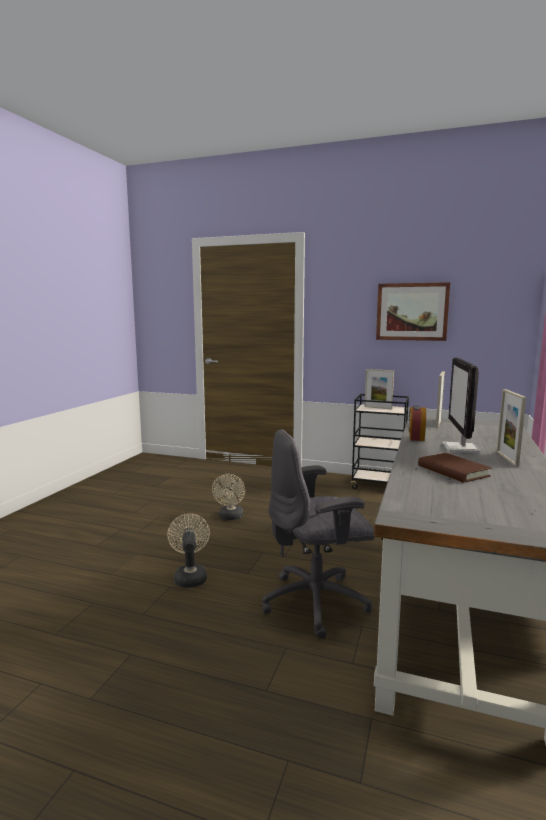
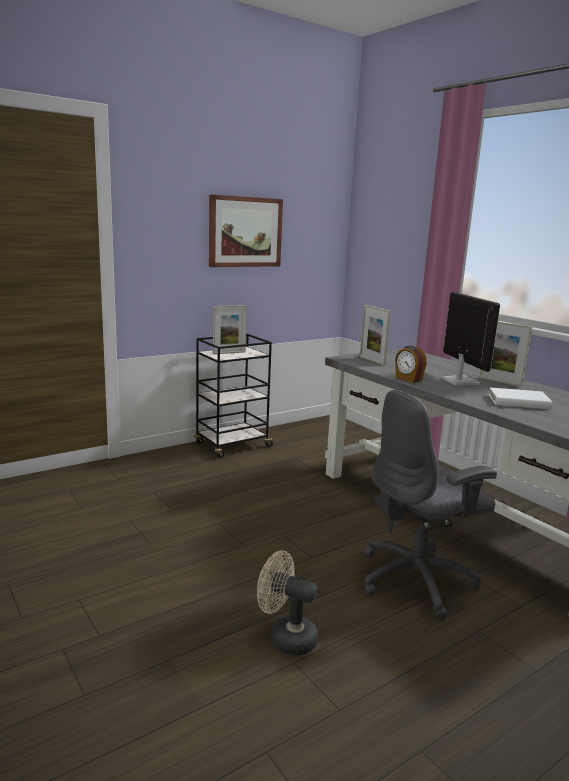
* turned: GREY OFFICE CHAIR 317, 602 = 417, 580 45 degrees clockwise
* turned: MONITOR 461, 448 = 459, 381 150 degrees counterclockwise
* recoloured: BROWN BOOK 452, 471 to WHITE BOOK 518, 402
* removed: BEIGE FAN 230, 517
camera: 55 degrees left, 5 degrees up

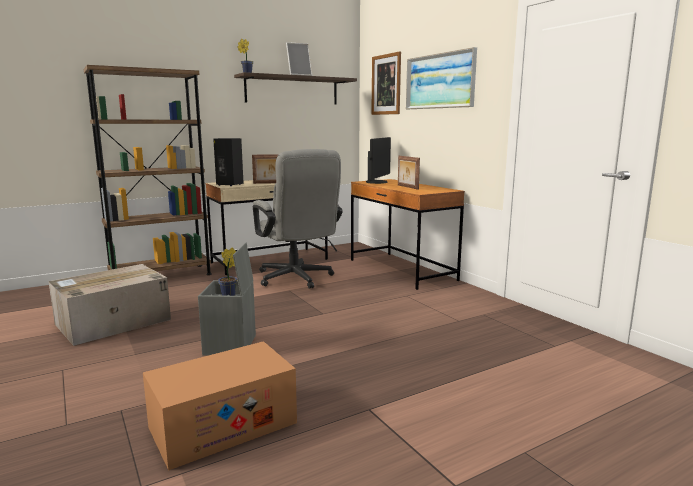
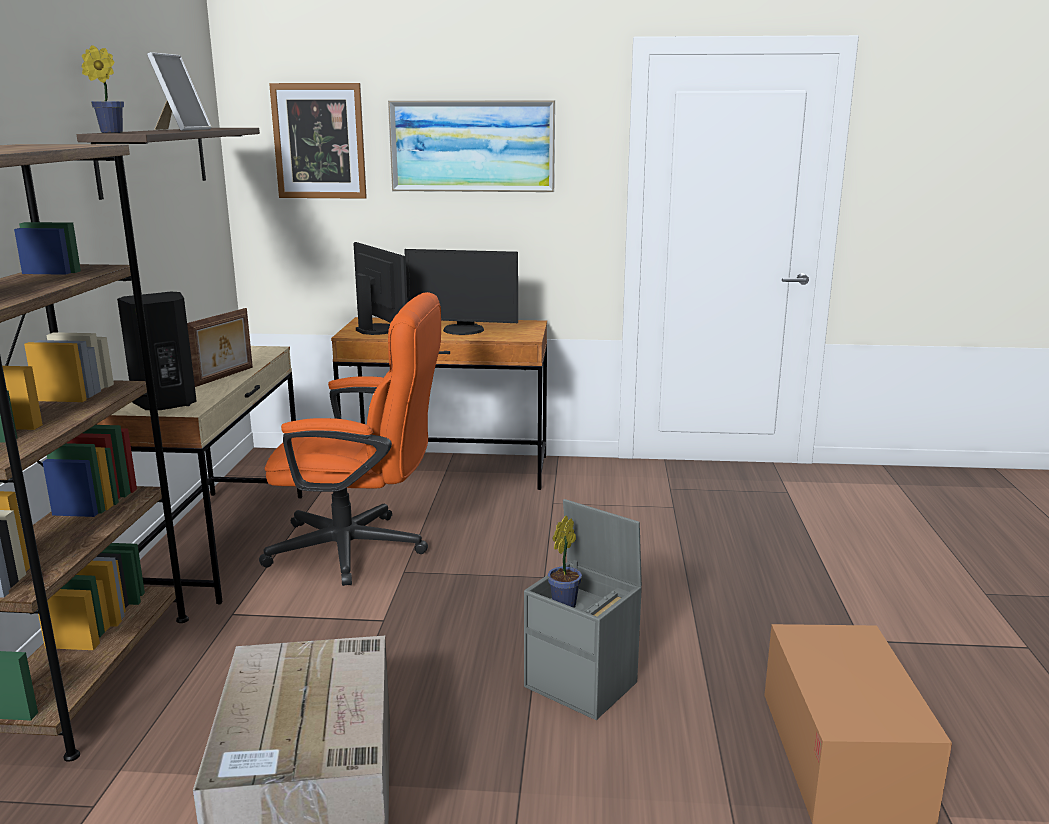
* recoloured: GREY OFFICE CHAIR 297, 279 to ORANGE OFFICE CHAIR 361, 549
* replaced: PICTURE FRAME 407, 187 to MONITOR 463, 330
camera: 55 degrees left, 5 degrees up

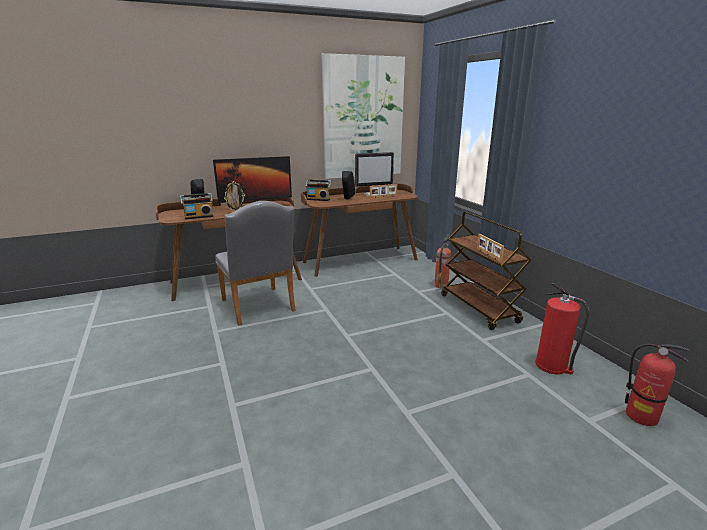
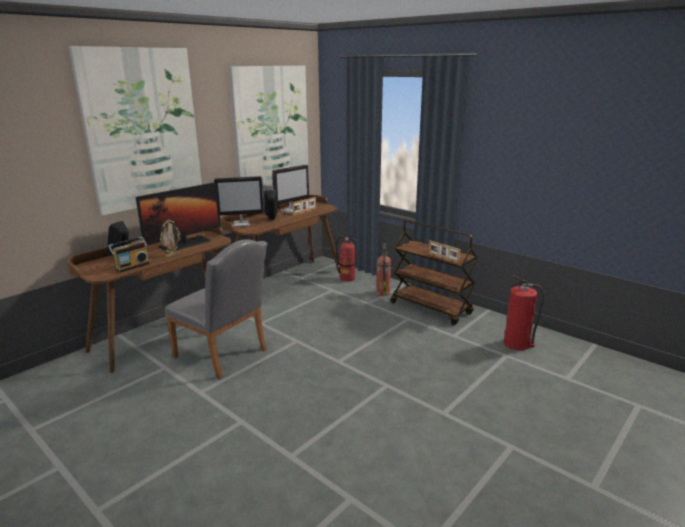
* added: PICTURE 143, 129
* replaced: RADIO 318, 199 to MONITOR 241, 224
* moved: FIRE EXTINGUISHER 641, 416 to 347, 278
camera: 25 degrees left, 0 degrees up

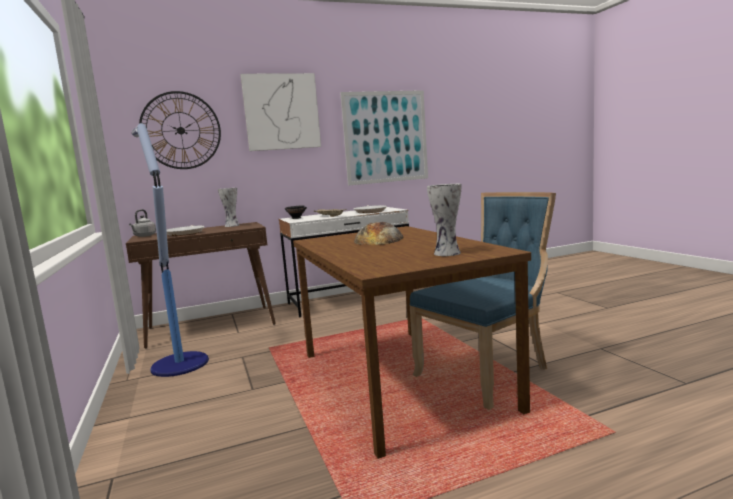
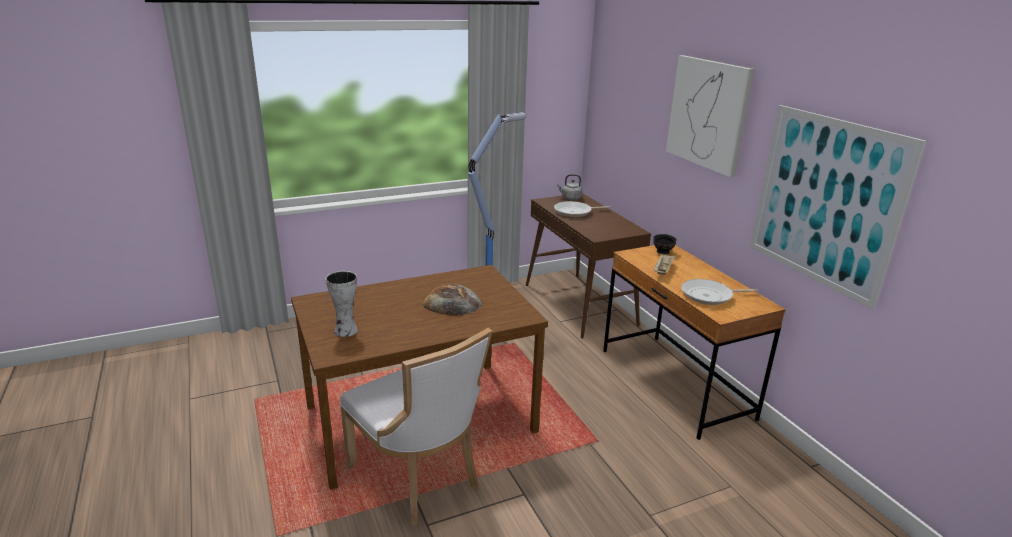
* recoloured: BLUE CHAIR 487, 372 to WHITE CHAIR 418, 477
* recoloured: WHITE DESK 350, 300 to BROWN DESK 674, 383
* removed: WALL CLOCK 181, 130
* removed: VASE 232, 226
camera: 85 degrees right, 15 degrees up

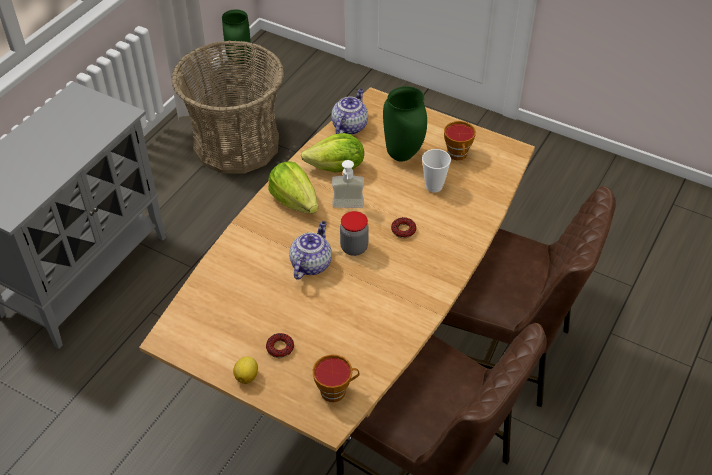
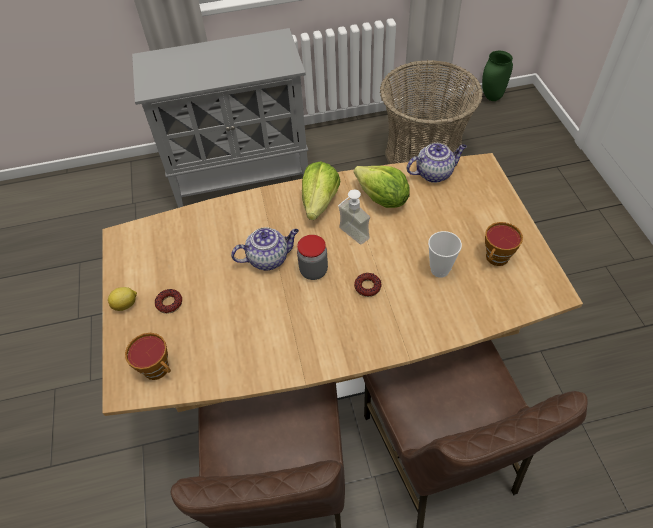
* removed: GREEN VASE 402, 155
camera: 50 degrees right, 5 degrees up

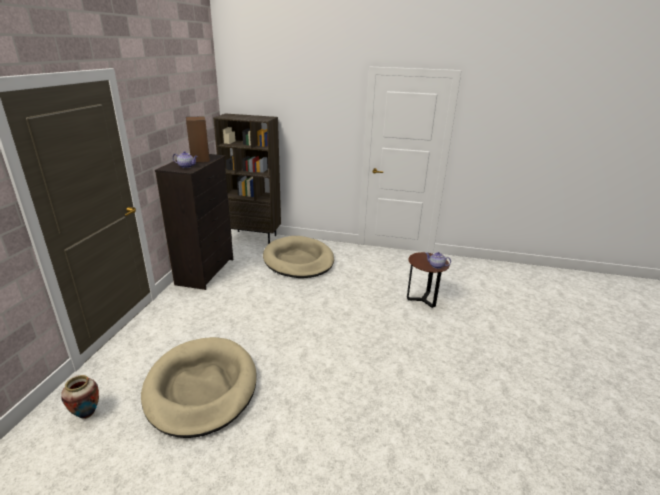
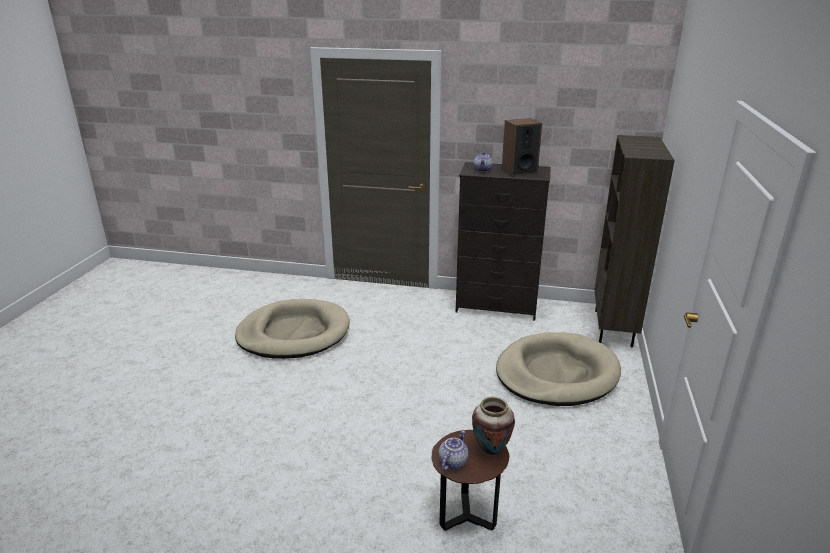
* moved: VASE 87, 414 to 490, 451
camera: 90 degrees right, 0 degrees up

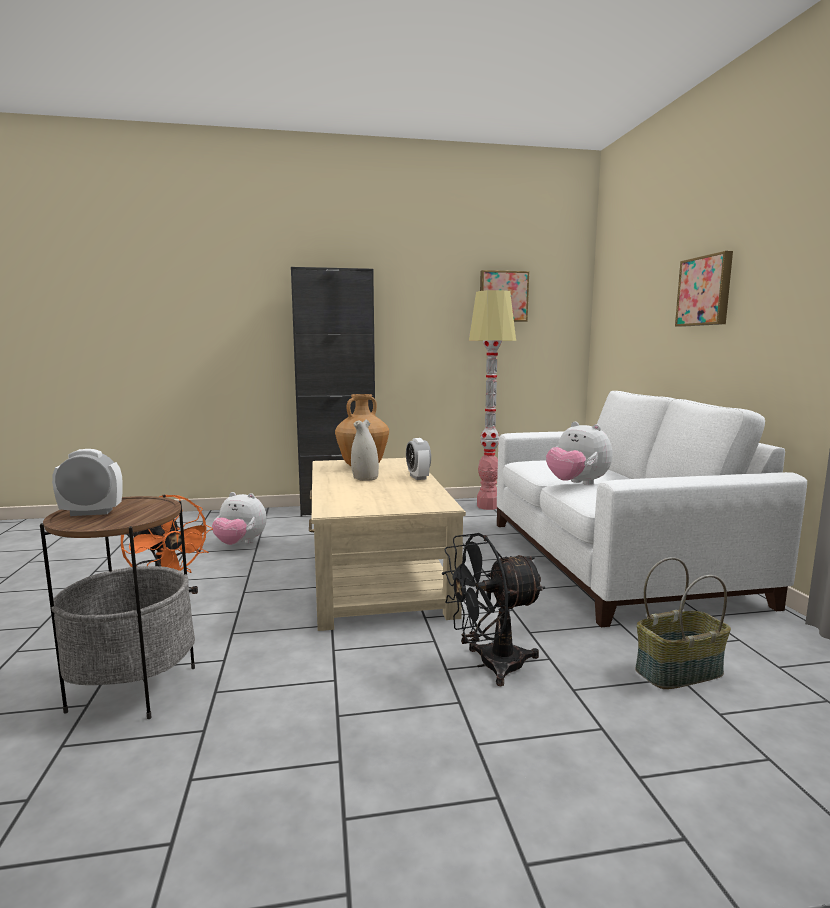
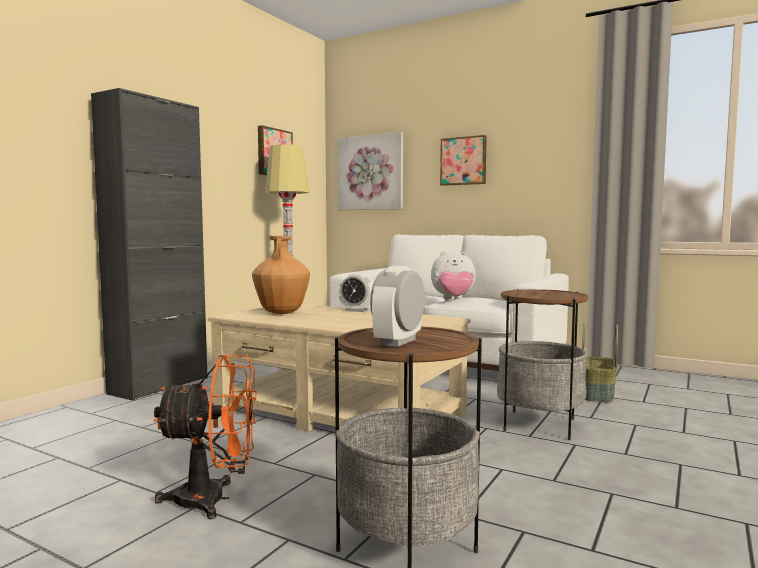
* added: PICTURE 371, 173
* replaced: BLACK FAN 490, 665 to SIDE TABLE 539, 425
* removed: PLUSH TOY 240, 544
* removed: WHITE VASE 365, 478
camera: 50 degrees left, 5 degrees down

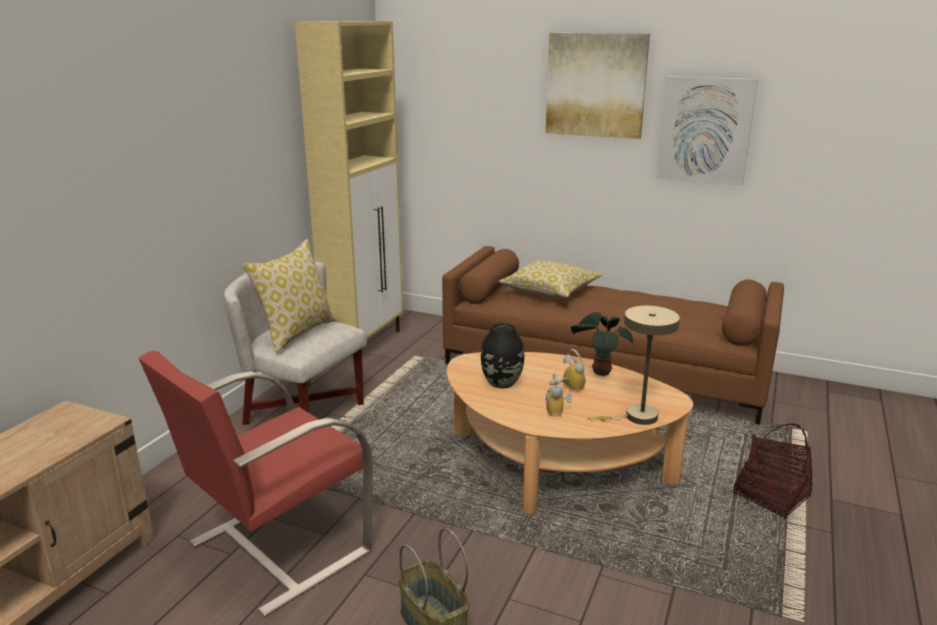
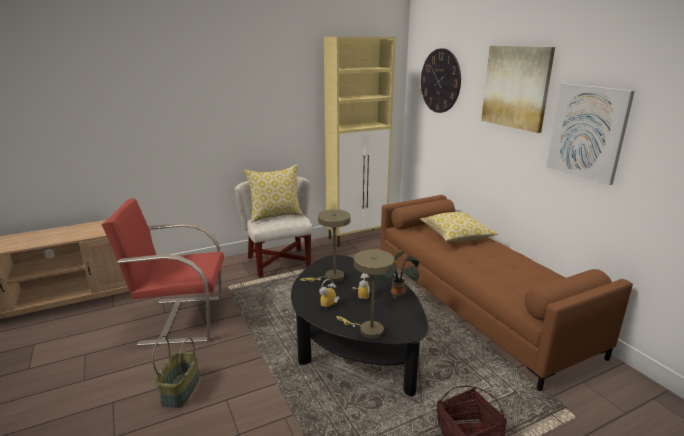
* recoloured: BEIGE COFFEE TABLE 554, 466 to BLACK COFFEE TABLE 354, 346
* replaced: BLACK VASE 502, 383 to BEIGE TABLE LAMP 330, 278
* added: WALL CLOCK 440, 81
camera: 40 degrees right, 0 degrees up

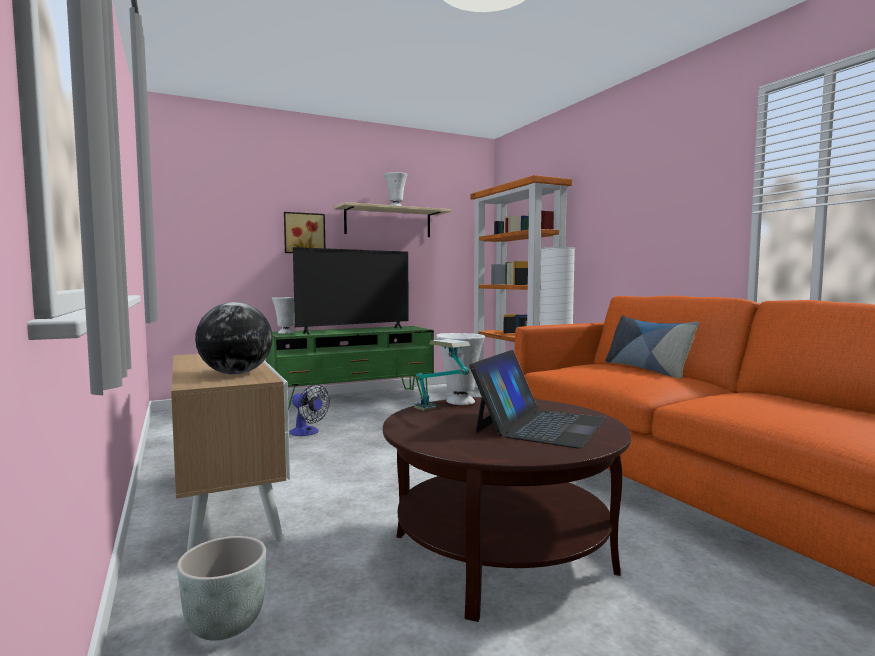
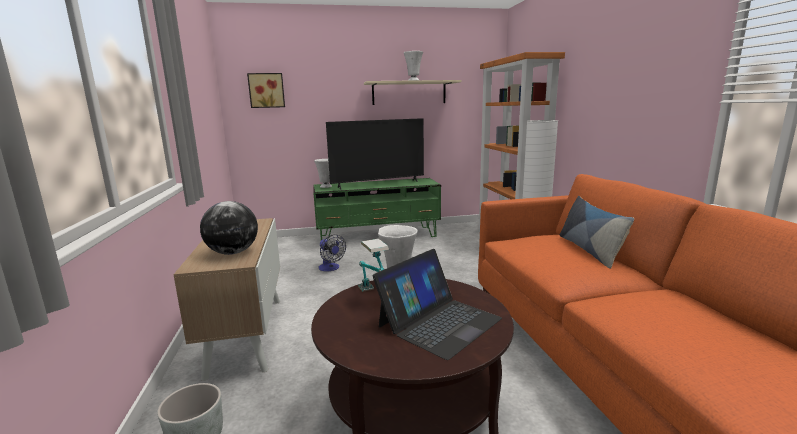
* moved: PICTURE 304, 233 to 266, 90
camera: 15 degrees right, 10 degrees up

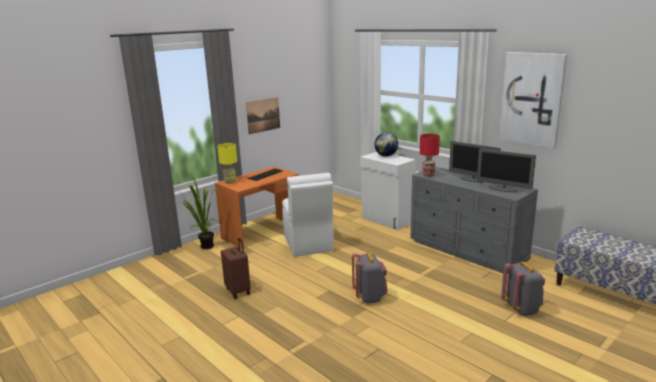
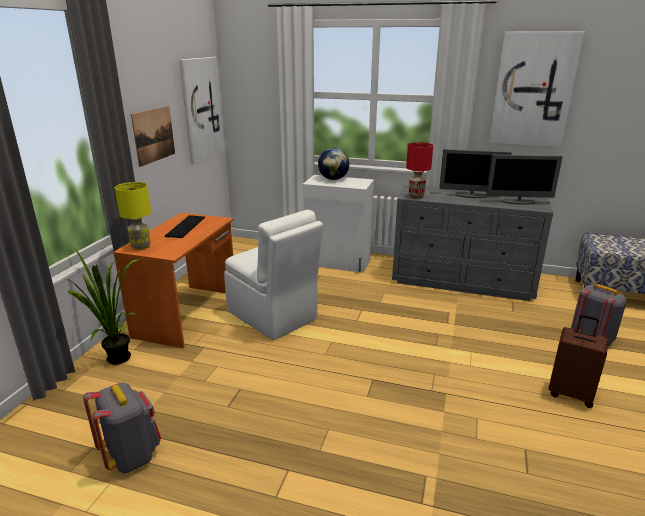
* moved: GREY BACKPACK 369, 297 to 131, 455
* added: PICTURE 201, 109
* moved: BROWN SUITCASE 238, 291 to 570, 394
camera: 30 degrees left, 5 degrees up

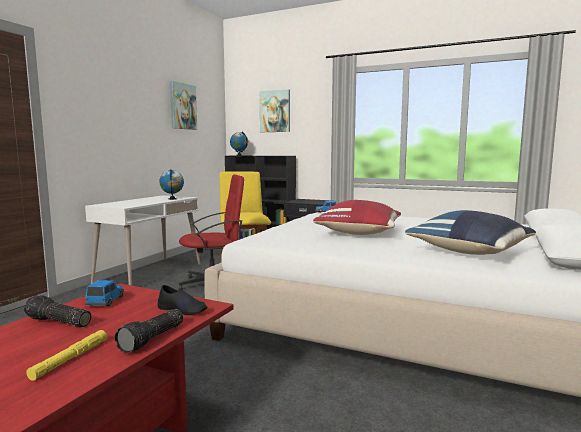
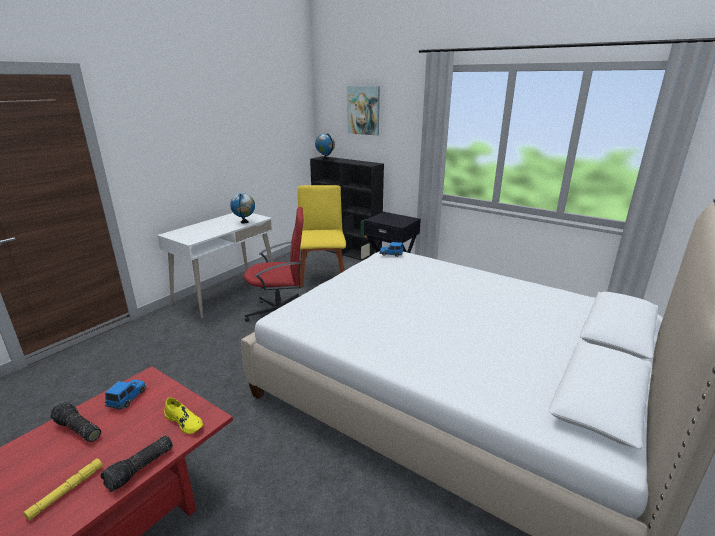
* recoloured: BLACK SHOE 183, 310 to YELLOW SHOE 184, 422
* removed: PICTURE 182, 106
* removed: RED PILLOW 359, 233
* removed: BLUE PILLOW 470, 252
camera: 10 degrees right, 15 degrees up

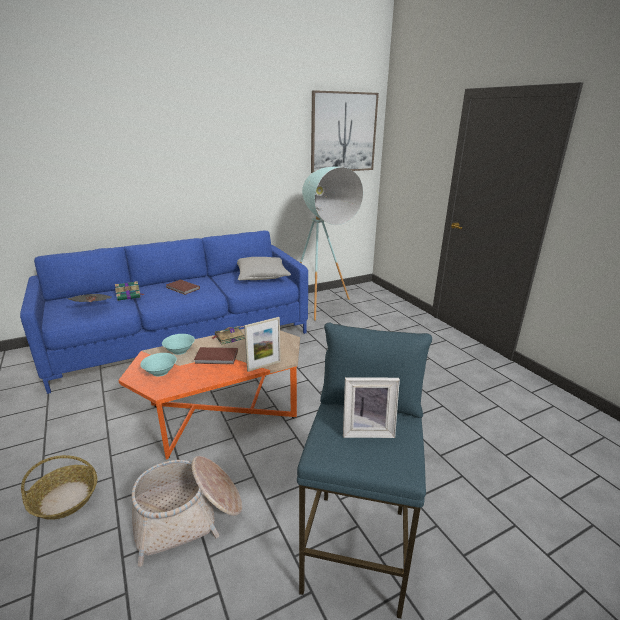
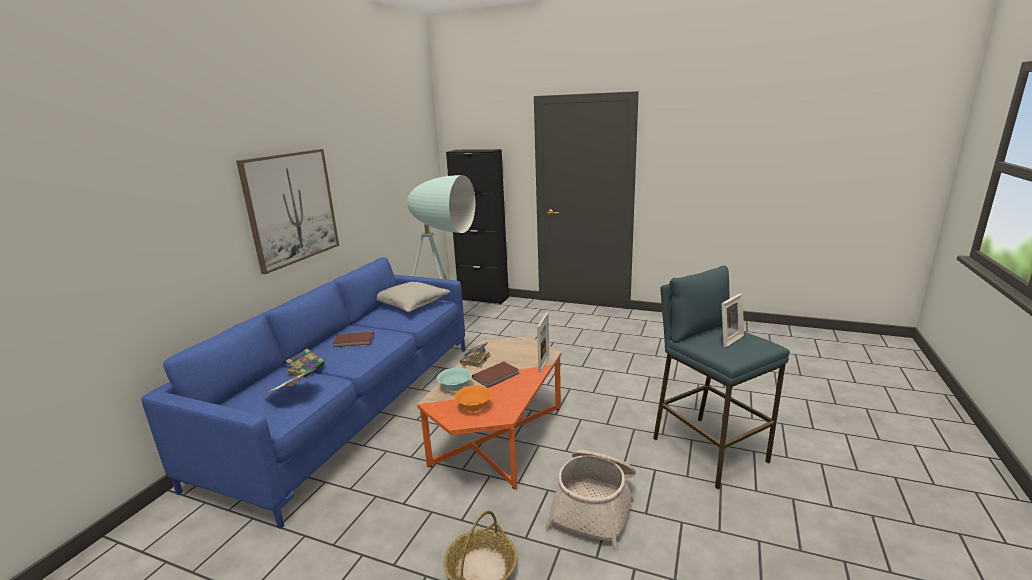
* moved: PICTURE 343, 132 to 291, 208
* added: BLACK CABINET 483, 298
* recoloured: TURQUOISE BOWL 160, 372 to ORANGE BOWL 474, 407
camera: 40 degrees left, 5 degrees down

